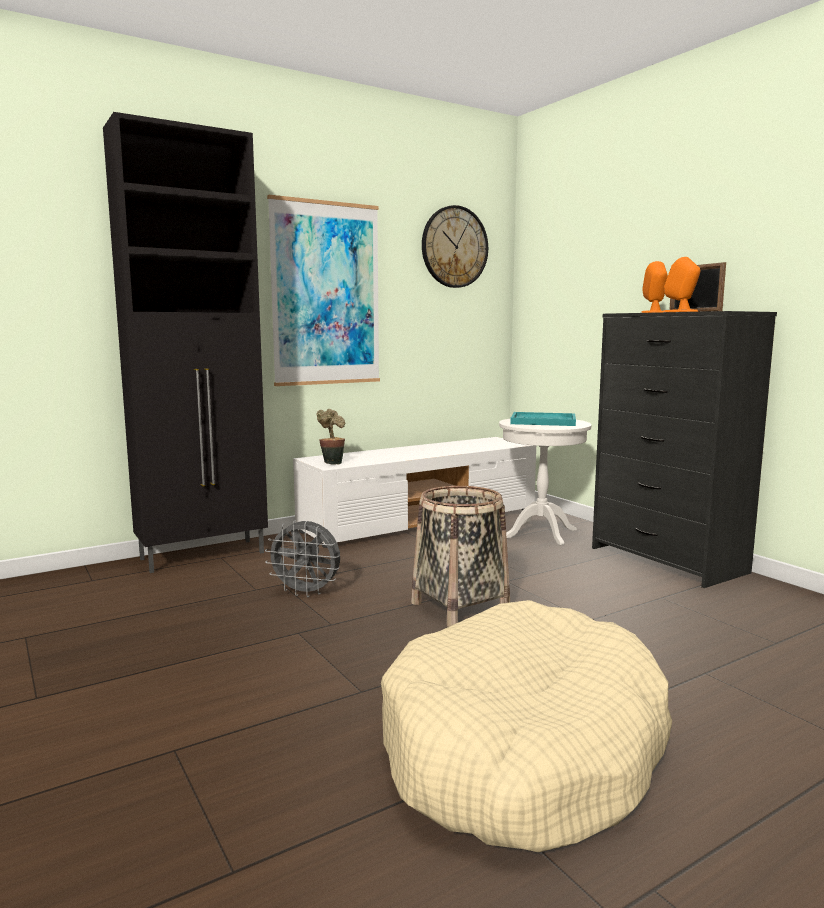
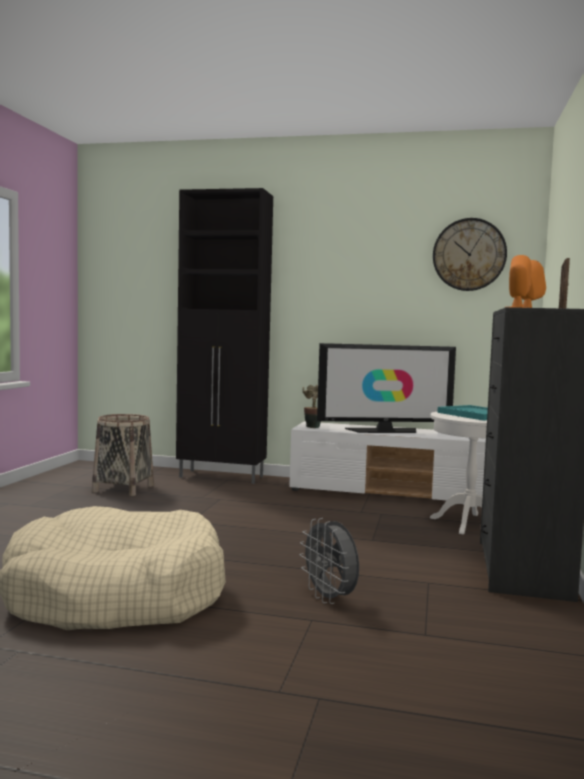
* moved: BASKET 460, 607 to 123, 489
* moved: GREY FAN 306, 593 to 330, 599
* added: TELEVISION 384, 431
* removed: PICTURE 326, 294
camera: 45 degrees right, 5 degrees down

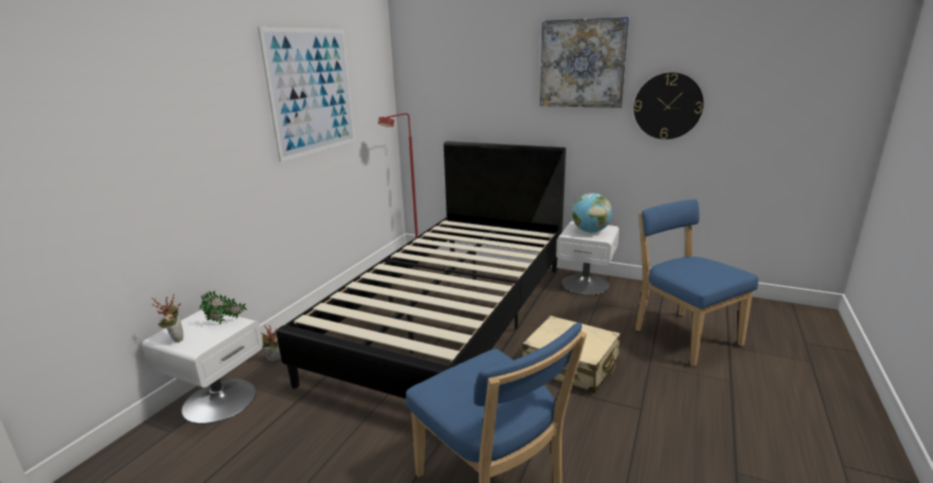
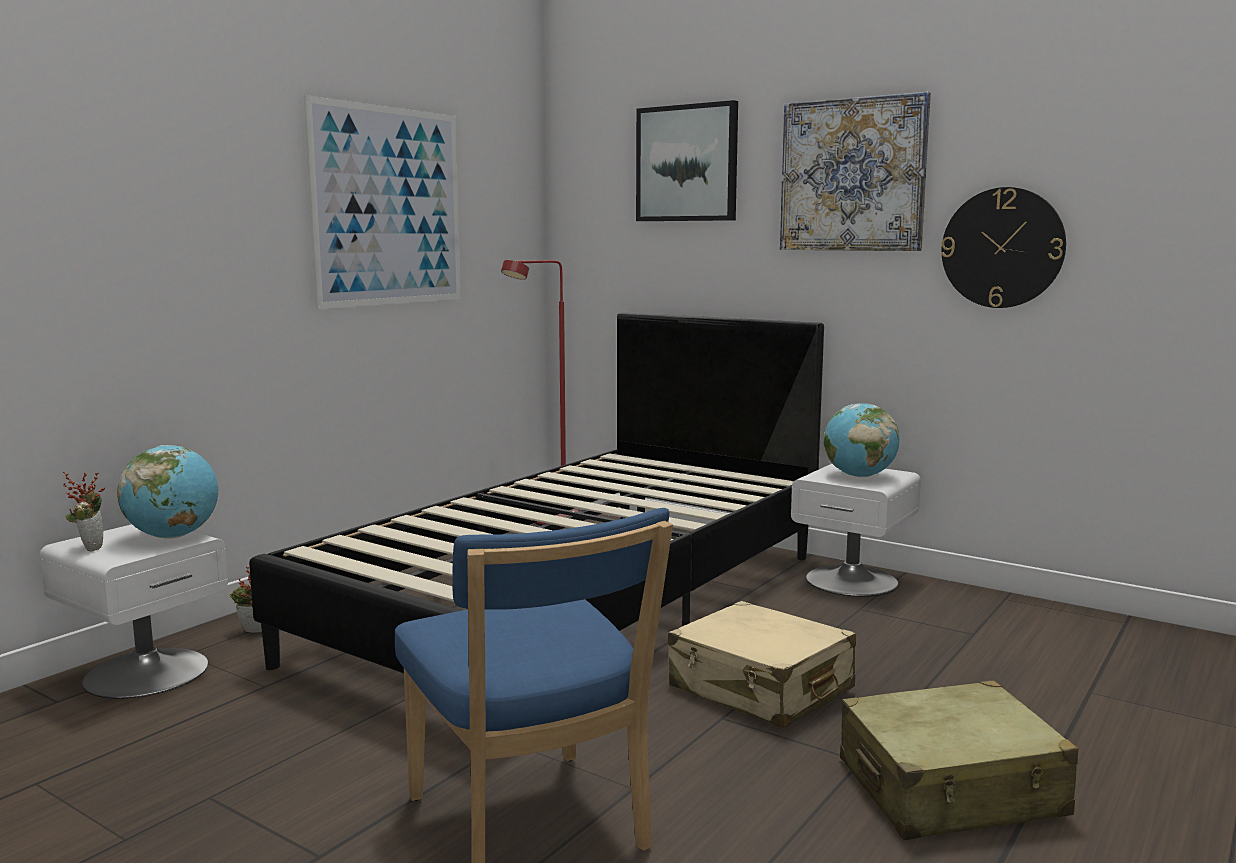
* replaced: POTTED PLANT 226, 322 to GLOBE 173, 536
* added: PICTURE 687, 163
* added: BEIGE SUITCASE 951, 789
* removed: BLUE CHAIR 683, 335
camera: 10 degrees right, 10 degrees down

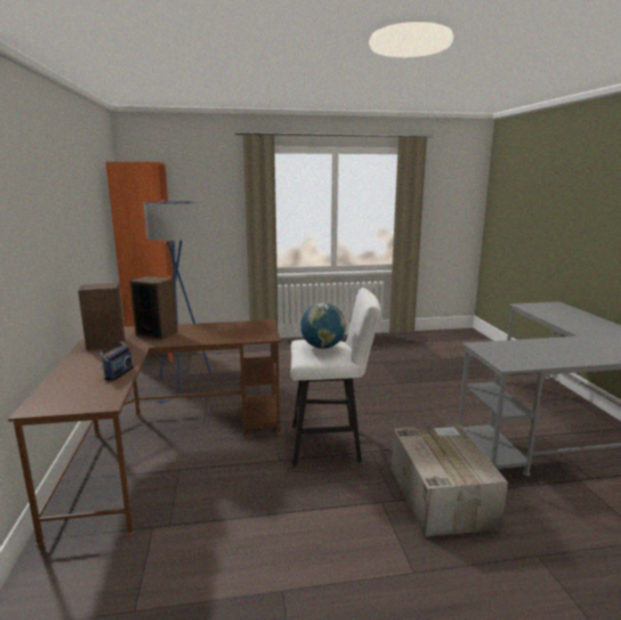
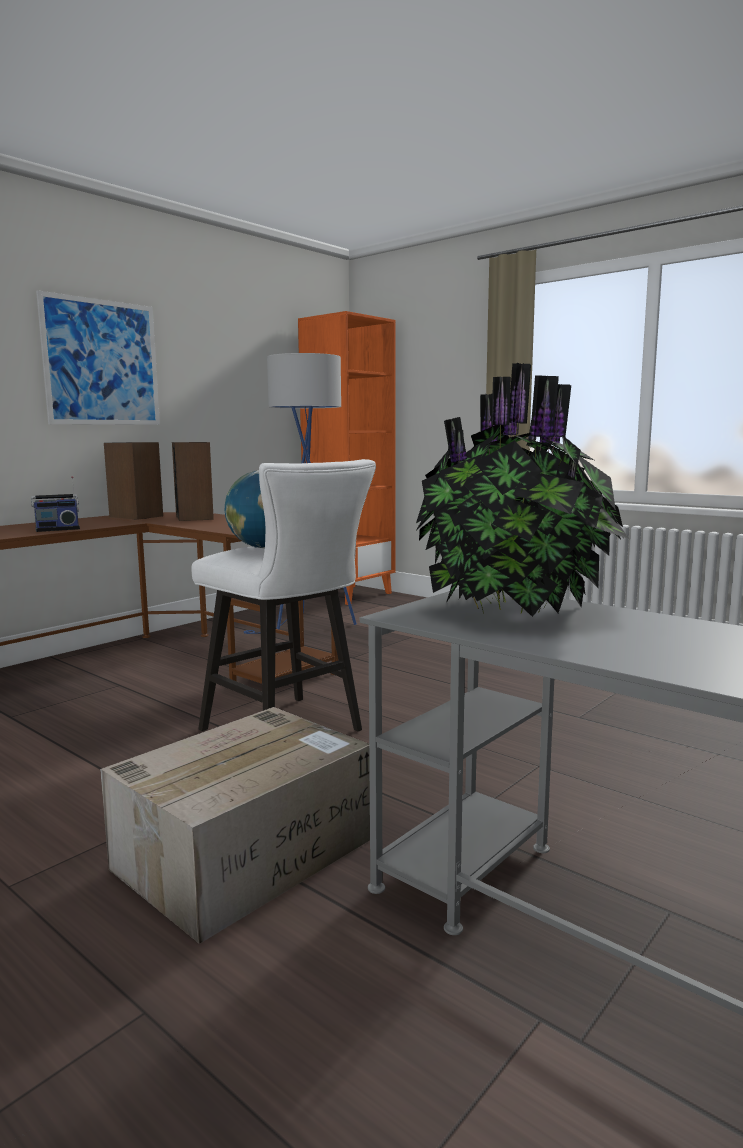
* added: PICTURE 102, 363
* added: POTTED PLANT 516, 609
camera: 50 degrees right, 5 degrees down

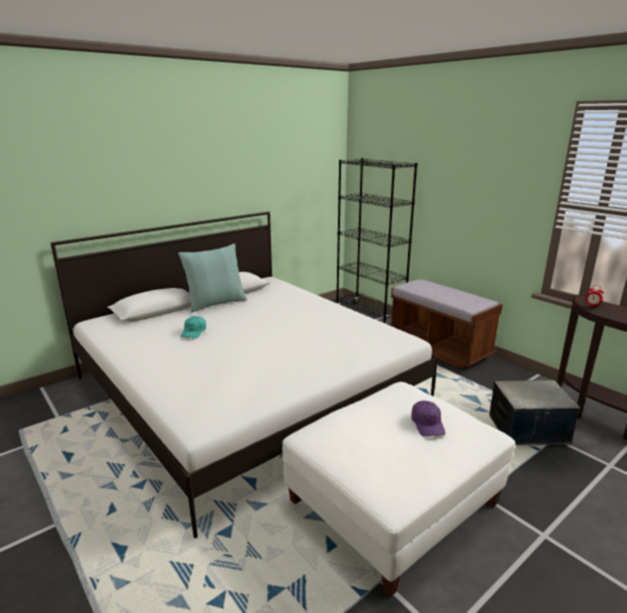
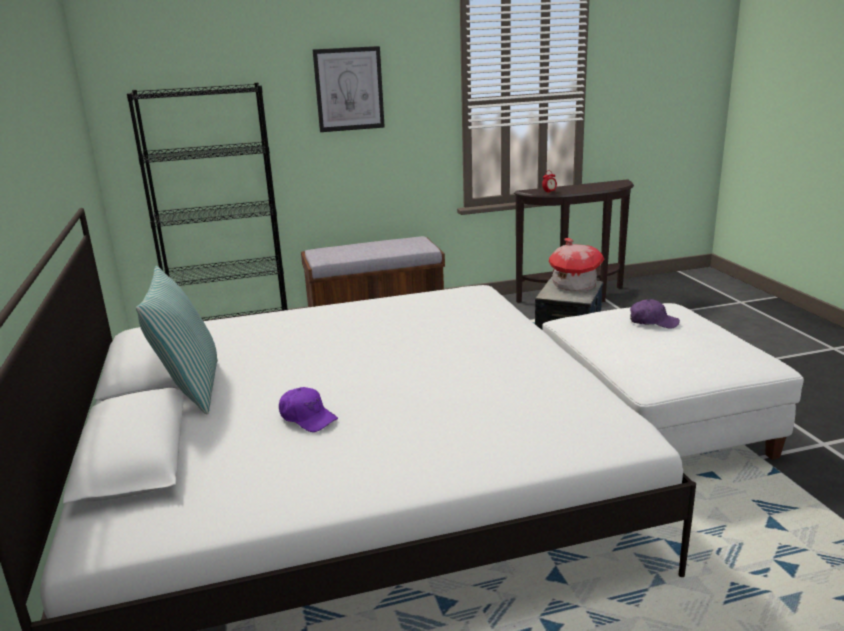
* recoloured: TURQUOISE CAP 194, 332 to PURPLE CAP 307, 418
* added: PICTURE 349, 89
* added: TOY HOUSE 574, 285
camera: 65 degrees left, 0 degrees up

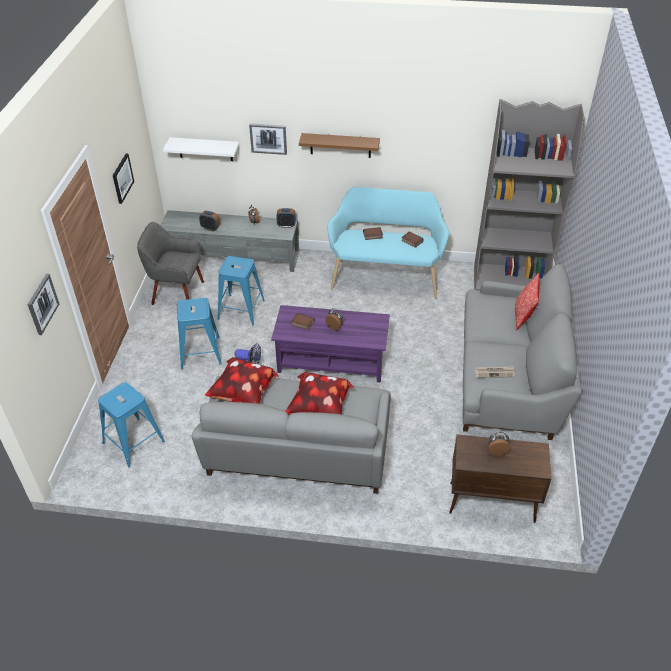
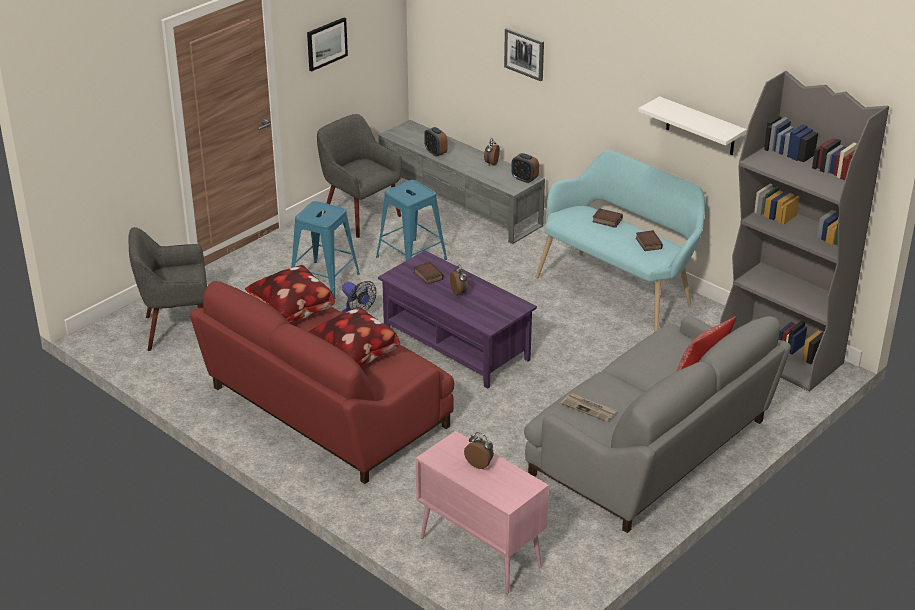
* replaced: BLUE STOOL 134, 442 to GREY ARMCHAIR 177, 329
* recoloured: GREY SOFA 297, 450 to RED SOFA 325, 408
* recoloured: BROWN CABINET 491, 502 to PINK CABINET 479, 552
* moved: WHITE SHELF 205, 149 to 700, 127
* removed: PICTURE 42, 304
* removed: BROWN SHELF 340, 145
camera: 35 degrees right, 10 degrees down

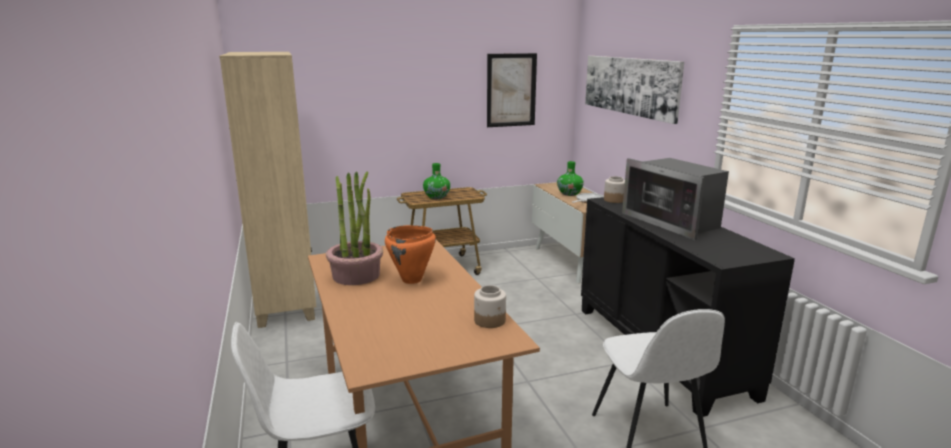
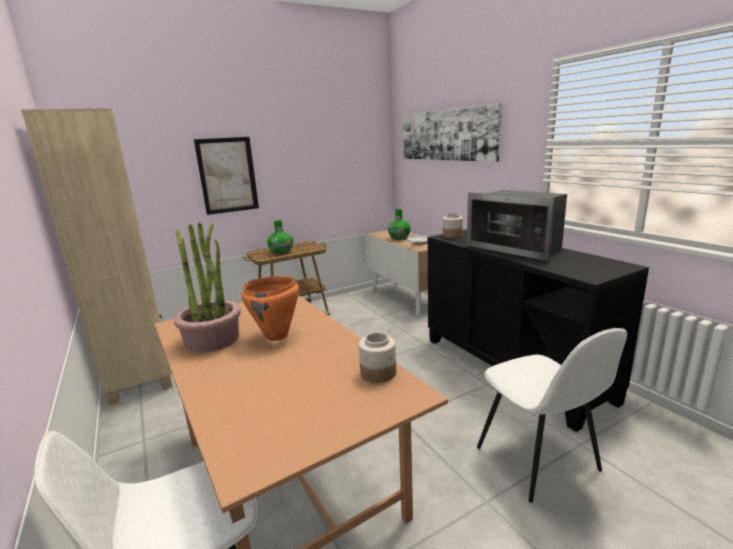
* moved: PICTURE 511, 90 to 227, 175
camera: 10 degrees left, 0 degrees up

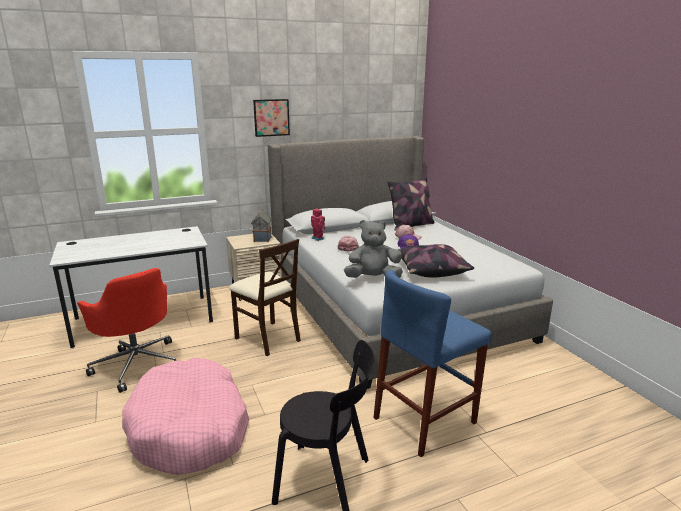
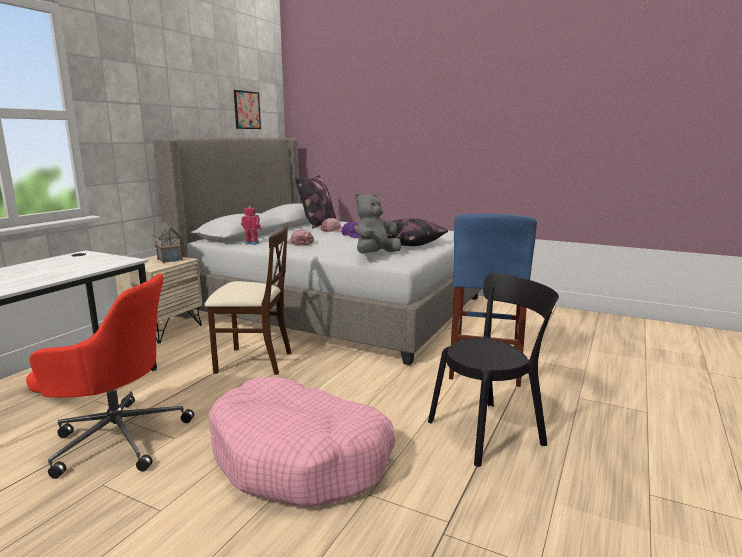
* moved: PICTURE 271, 117 to 247, 110
camera: 40 degrees left, 5 degrees down

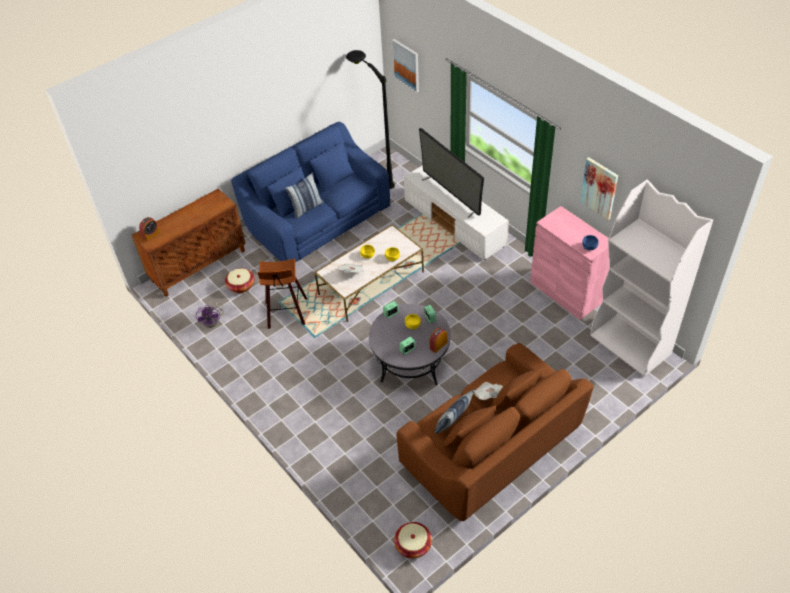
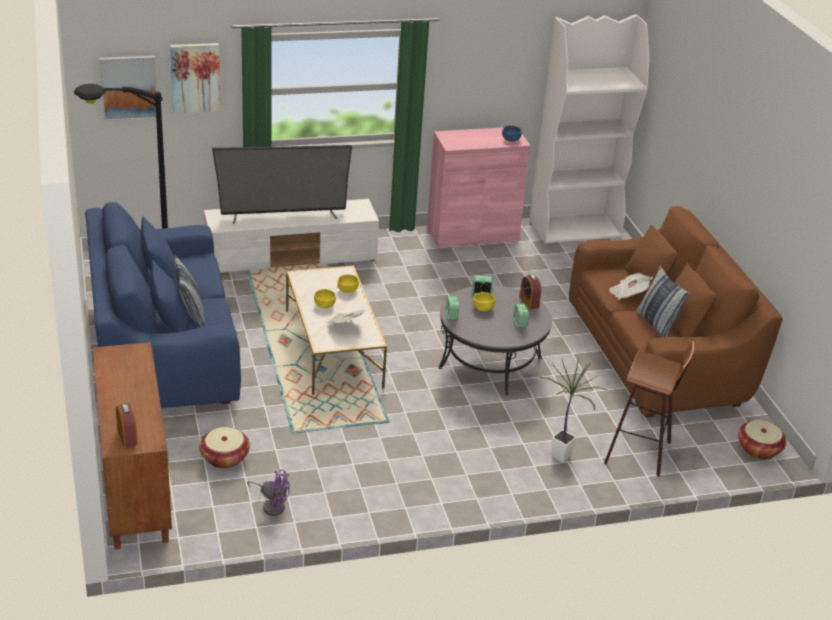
* moved: PICTURE 599, 188 to 195, 78
* added: POTTED PLANT 562, 459
* moved: STOOL 286, 314 to 640, 451
camera: 70 degrees left, 15 degrees down

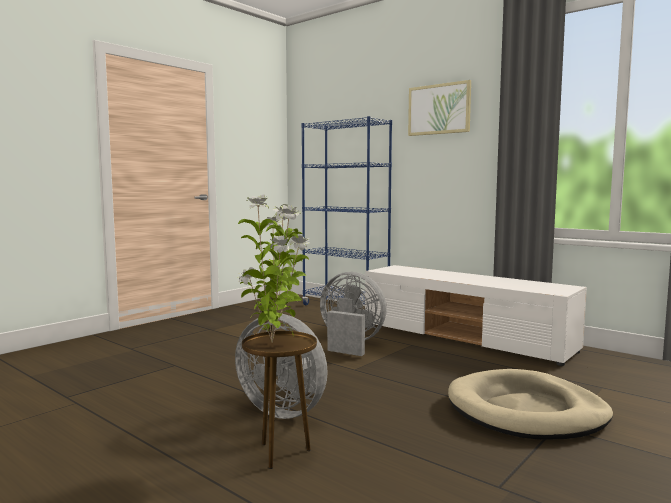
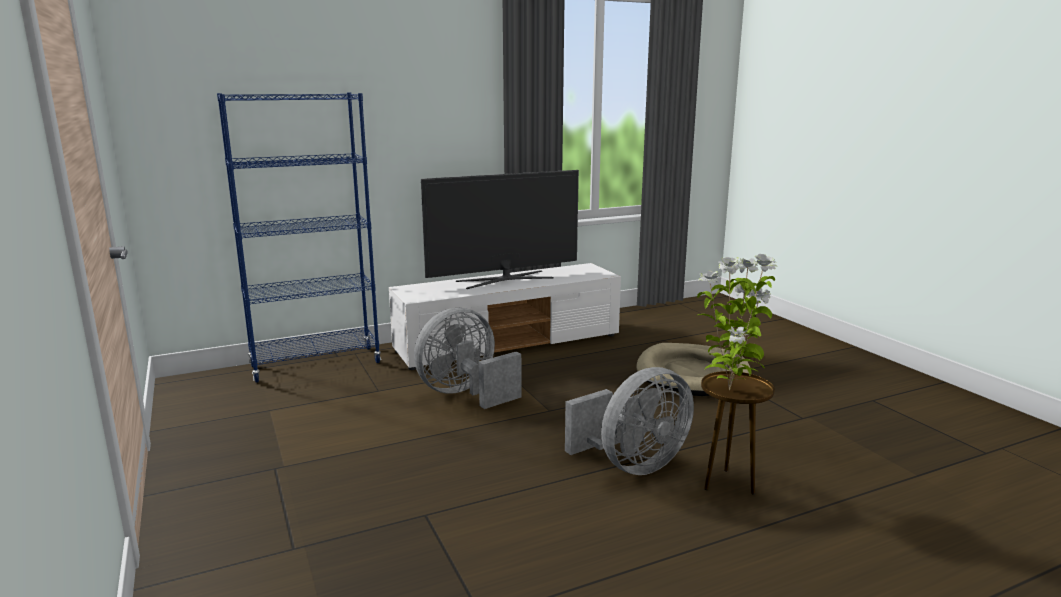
* added: TELEVISION 505, 279
* removed: PICTURE 439, 109
camera: 65 degrees left, 10 degrees up

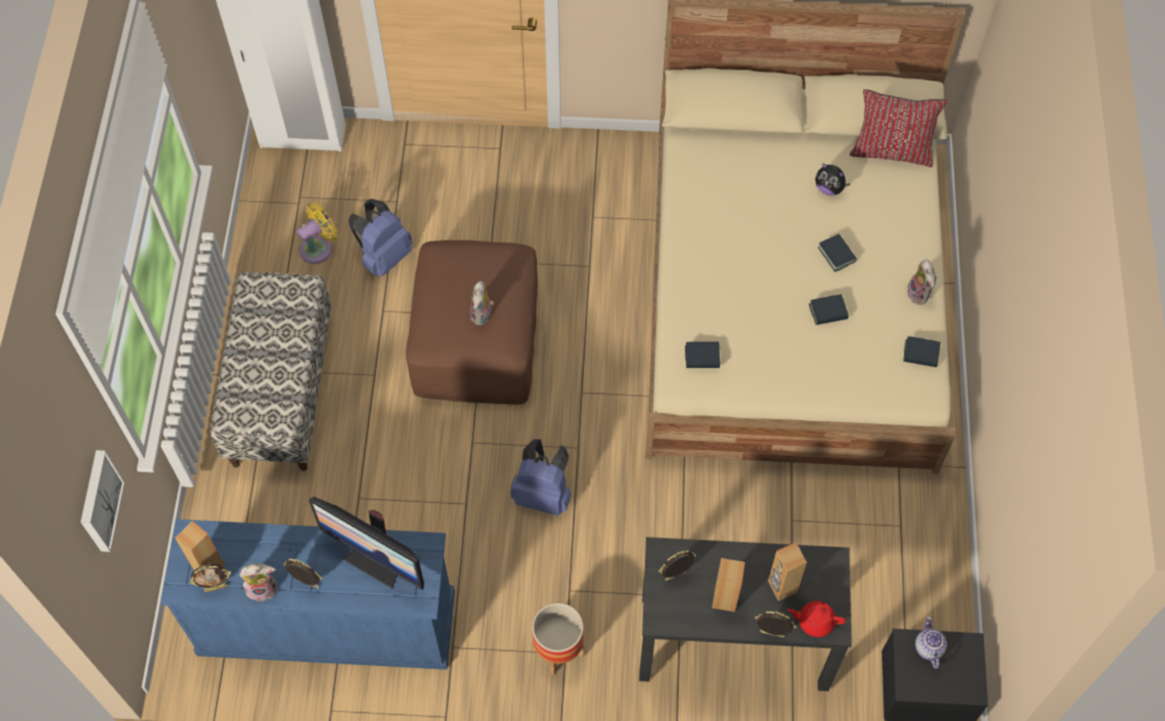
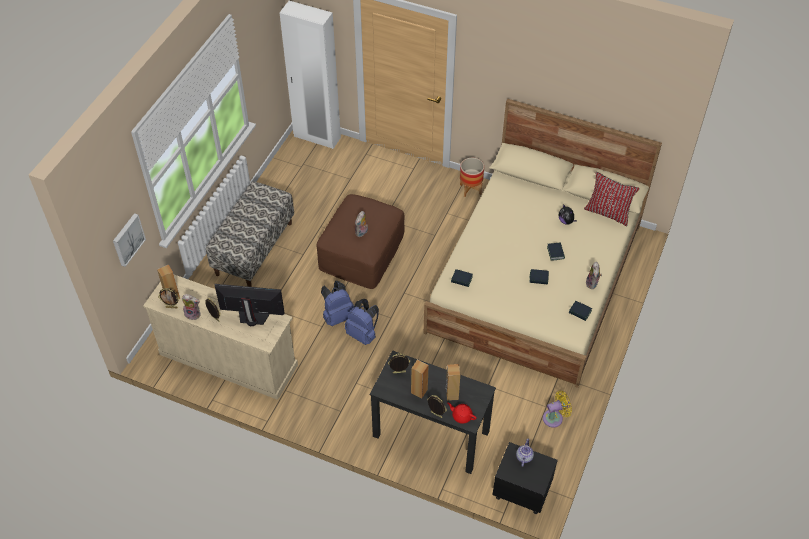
* recoloured: BLUE DRESSER 325, 623 to BEIGE DRESSER 227, 359
* turned: MONITOR 376, 561 = 252, 319 135 degrees clockwise
* moved: BLUE BACKPACK 384, 256 to 337, 316
* moved: PLANTER 558, 650 to 470, 189
* moved: YELLOW FAN 318, 248 to 555, 418
camera: 20 degrees right, 10 degrees down

